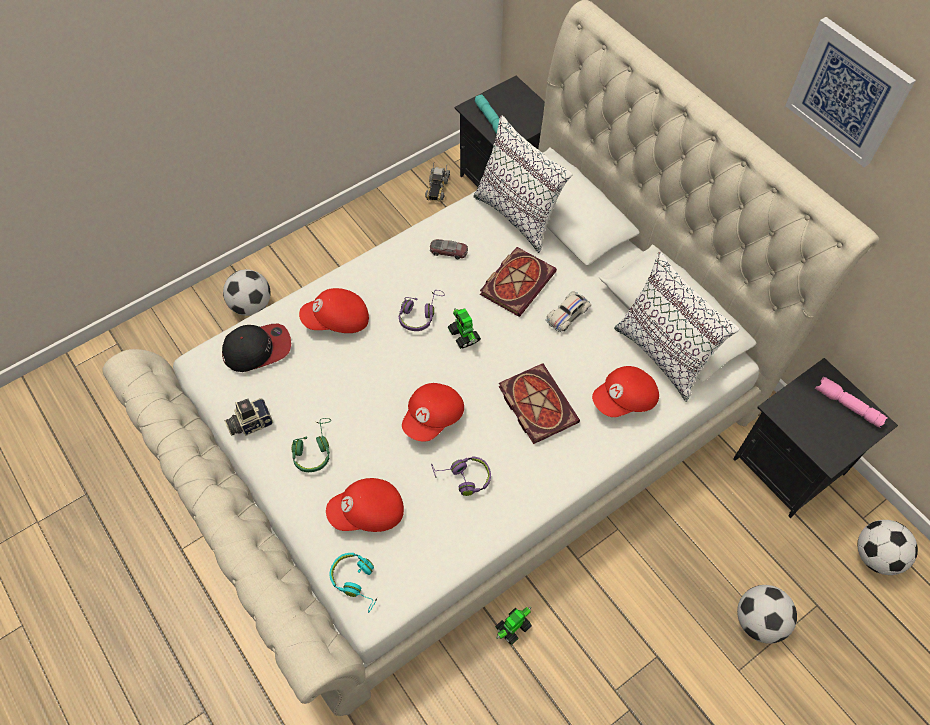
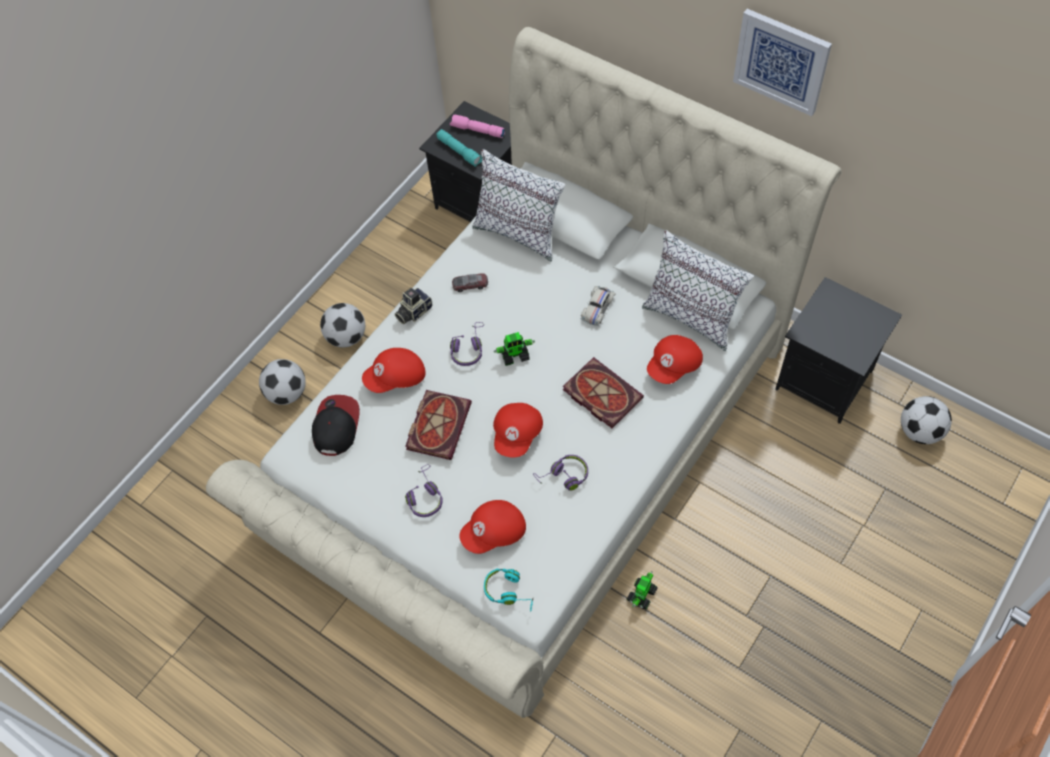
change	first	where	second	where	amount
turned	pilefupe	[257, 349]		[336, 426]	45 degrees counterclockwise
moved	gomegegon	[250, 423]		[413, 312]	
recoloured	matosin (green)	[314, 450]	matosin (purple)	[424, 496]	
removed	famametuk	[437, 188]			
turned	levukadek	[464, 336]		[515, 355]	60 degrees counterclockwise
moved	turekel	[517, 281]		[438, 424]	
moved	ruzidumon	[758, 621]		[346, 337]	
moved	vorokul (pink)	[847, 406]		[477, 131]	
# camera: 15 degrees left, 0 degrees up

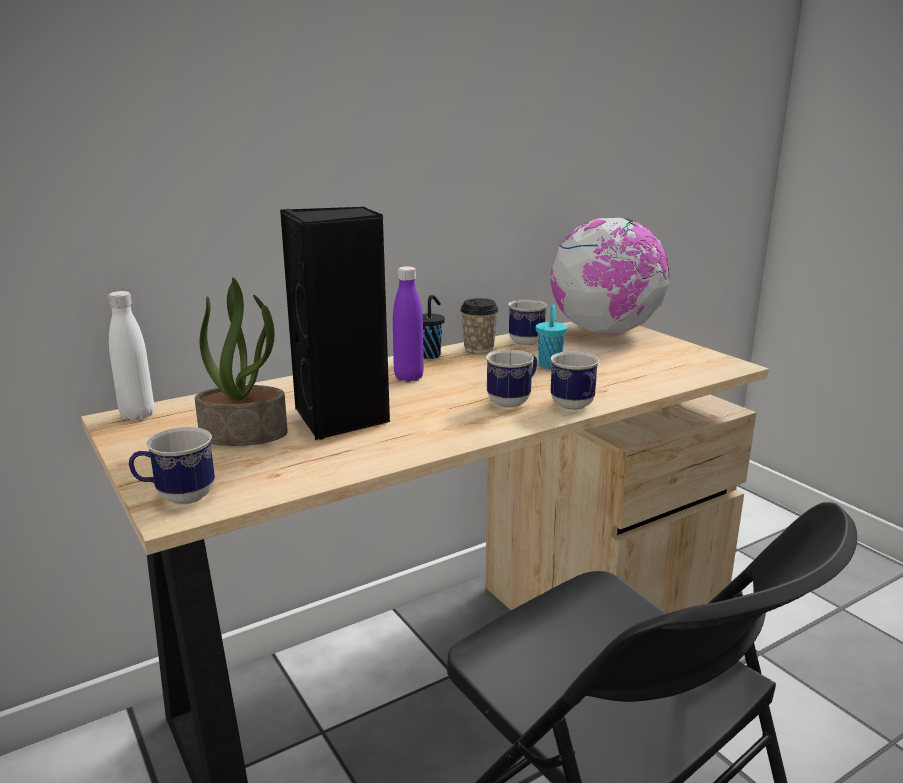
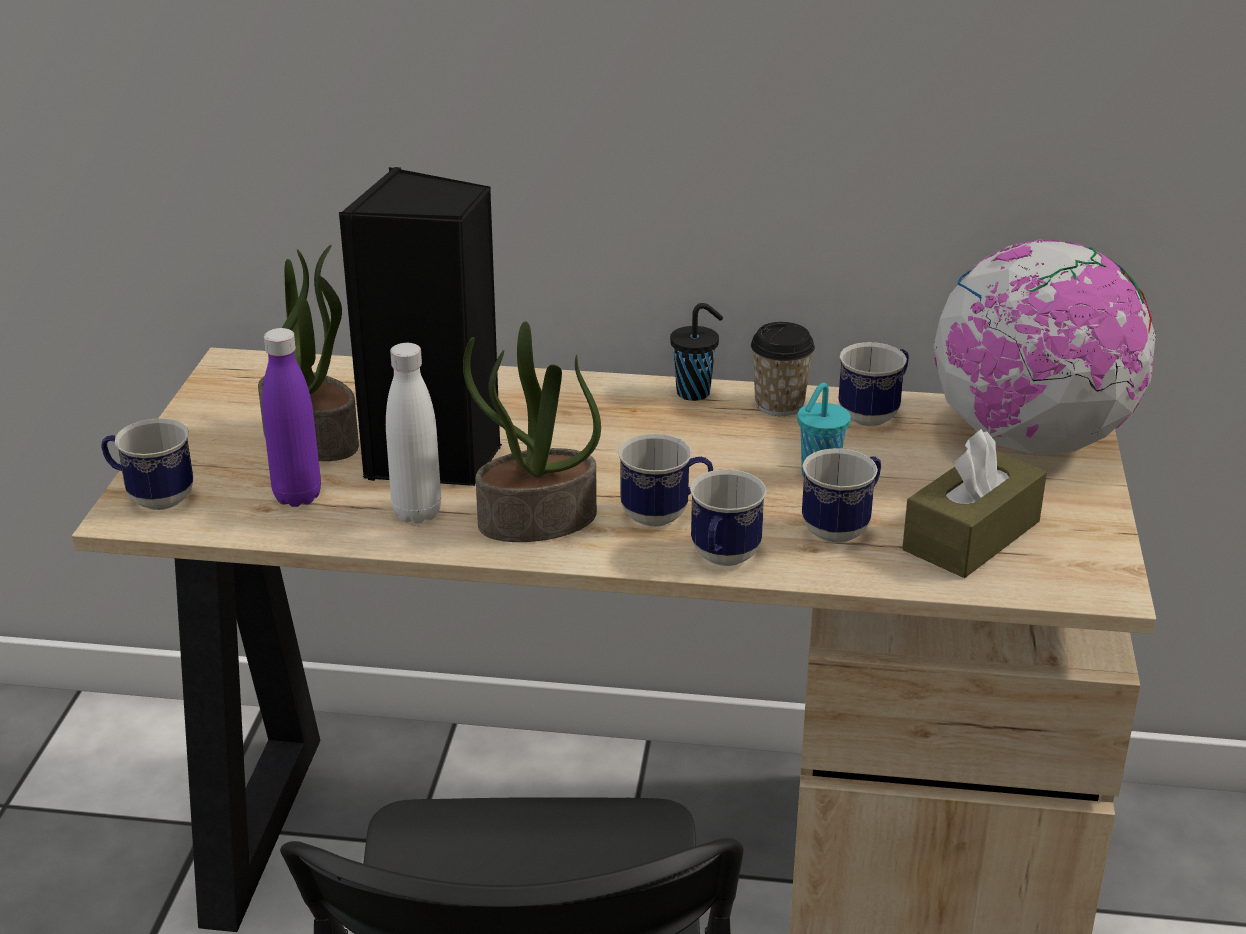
change	first	where	second	where	amount
moved	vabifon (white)	[137, 415]		[417, 513]	
moved	vabifon (purple)	[408, 377]		[297, 496]	
added			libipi	[536, 522]	
added			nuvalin	[842, 527]	
added			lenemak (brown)	[971, 536]	
# camera: 40 degrees right, 10 degrees up

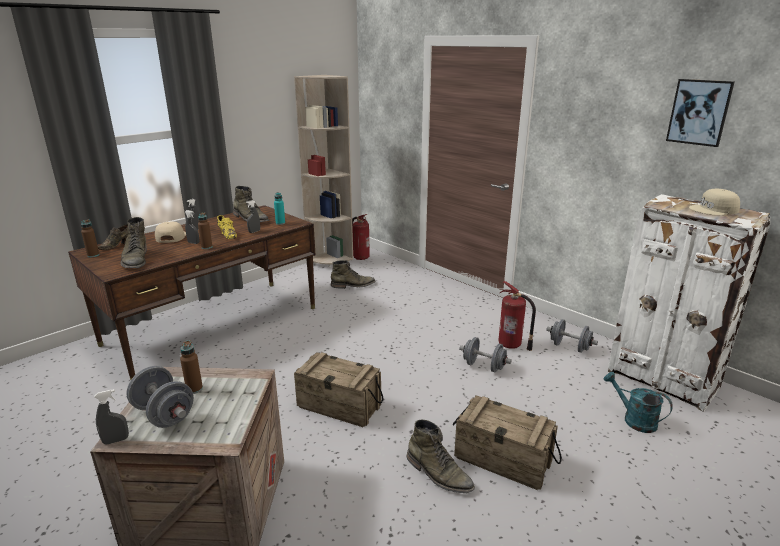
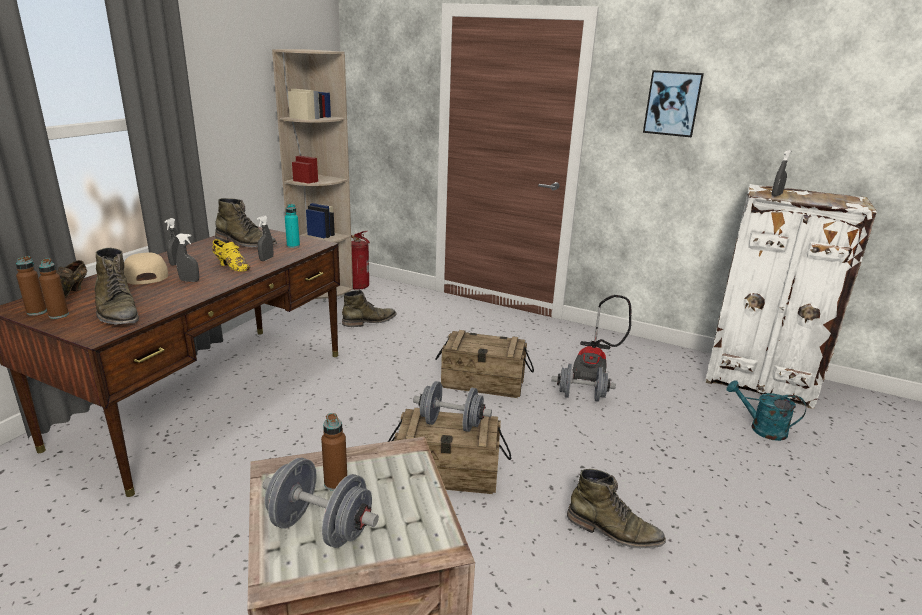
change	first	where	second	where	amount
moved	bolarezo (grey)	[116, 440]		[776, 195]	
moved	vabifon (brown)	[207, 247]		[59, 315]	
moved	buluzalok	[503, 459]		[483, 383]	
replaced	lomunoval	[511, 345]	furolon	[594, 368]	
moved	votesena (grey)	[569, 347]		[451, 424]	
moved	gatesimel	[699, 112]		[672, 103]	
removed	pilefupe (beige)	[714, 210]			
# camera: 20 degrees left, 0 degrees up

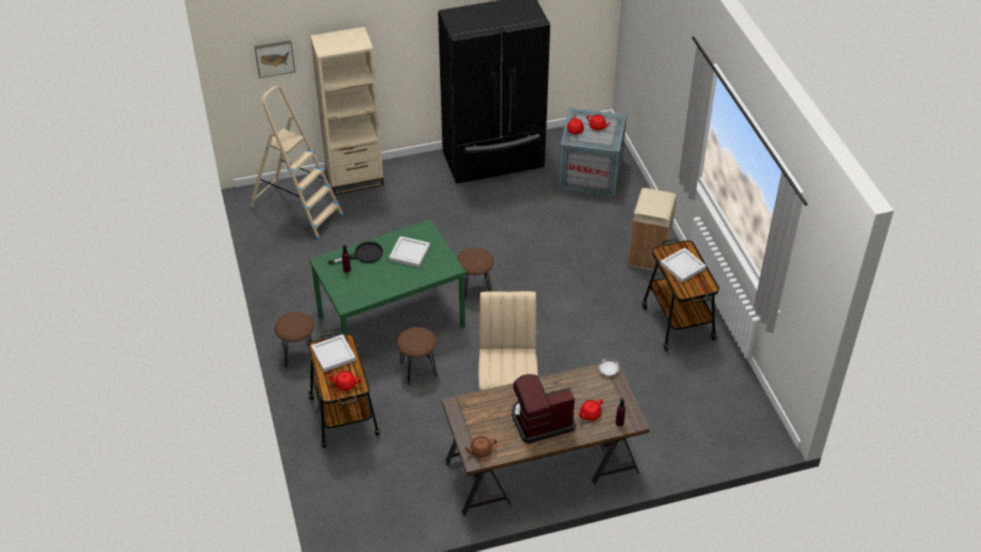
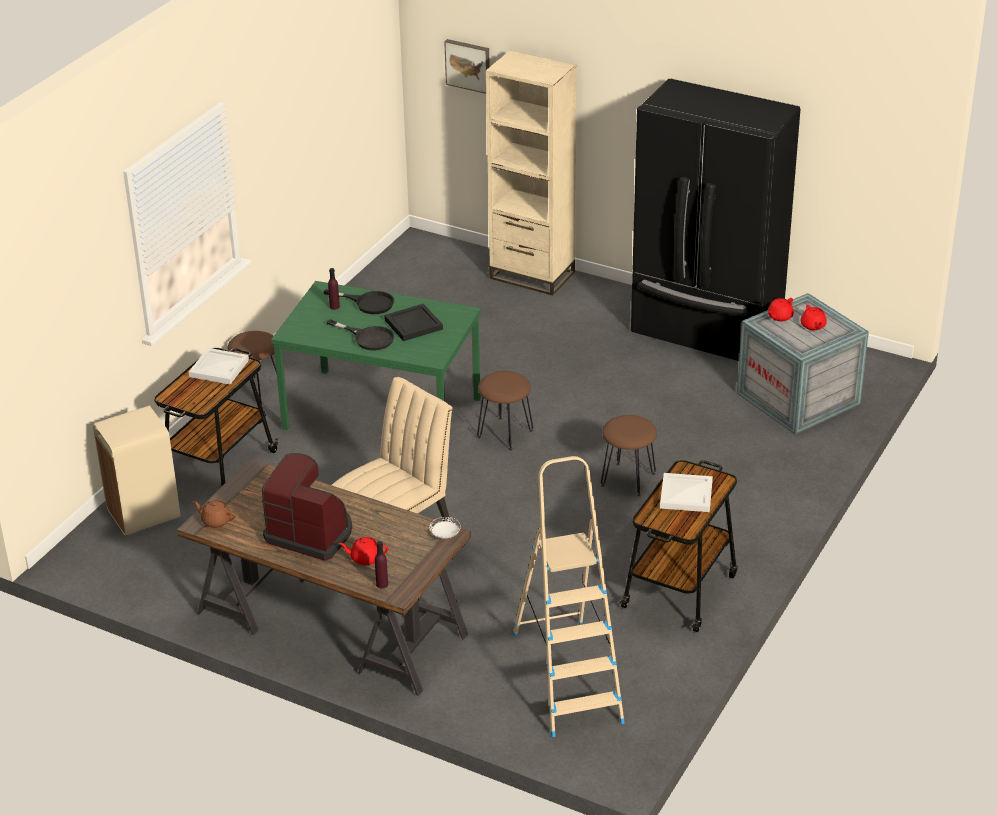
change	first	where	second	where	amount
moved	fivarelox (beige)	[296, 211]		[567, 677]	
removed	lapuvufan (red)	[345, 384]			
recoloured	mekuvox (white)	[410, 253]	mekuvox (black)	[414, 325]	
moved	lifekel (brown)	[418, 370]		[628, 479]	
moved	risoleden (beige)	[649, 255]		[144, 514]	
added			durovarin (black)	[368, 338]	
# camera: 45 degrees right, 10 degrees down

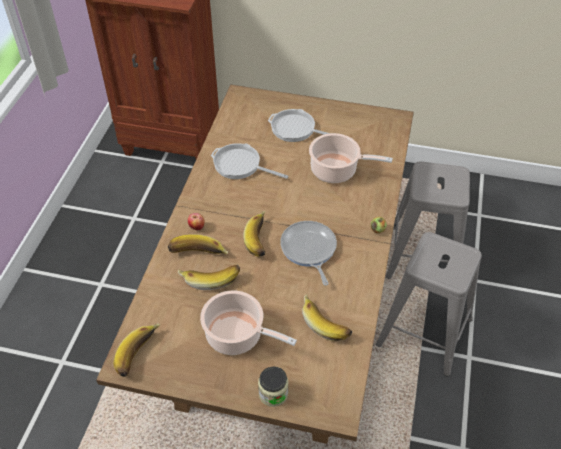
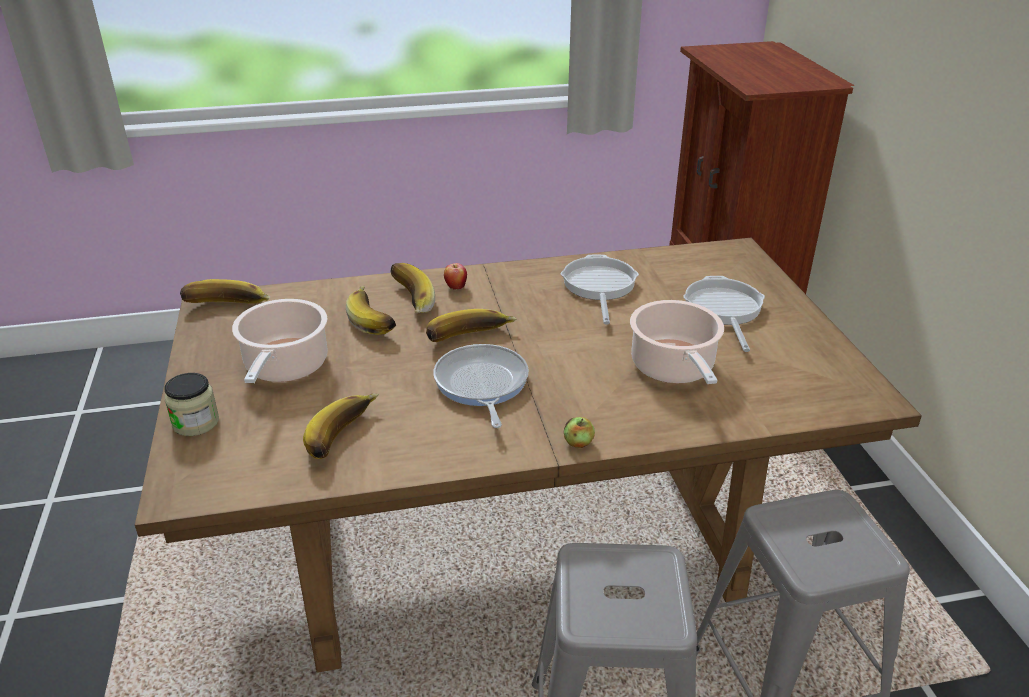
change	first	where	second	where	amount
turned	durovarin	[309, 250]		[481, 385]	60 degrees counterclockwise
# camera: 65 degrees right, 15 degrees down

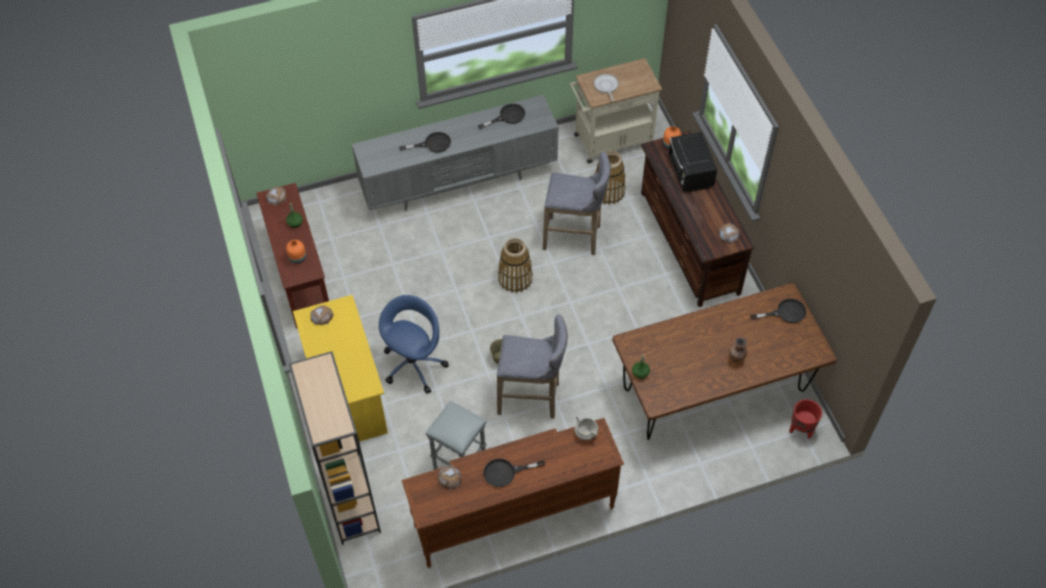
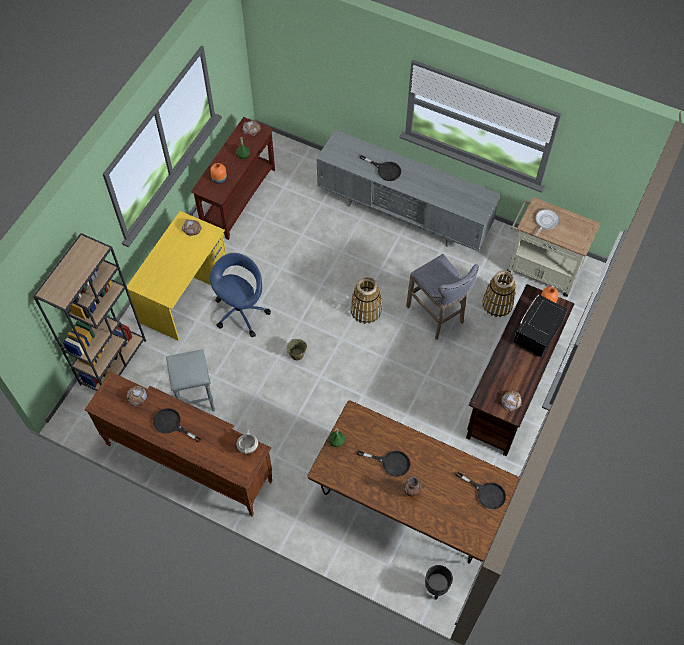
change	first	where	second	where	amount
turned	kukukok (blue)	[414, 364]		[241, 312]	45 degrees counterclockwise
moved	durovarin (black)	[507, 116]		[390, 462]	
removed	lifekel (grey)	[532, 398]			
recoloured	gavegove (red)	[801, 430]	gavegove (black)	[436, 588]	
# camera: 45 degrees right, 5 degrees up

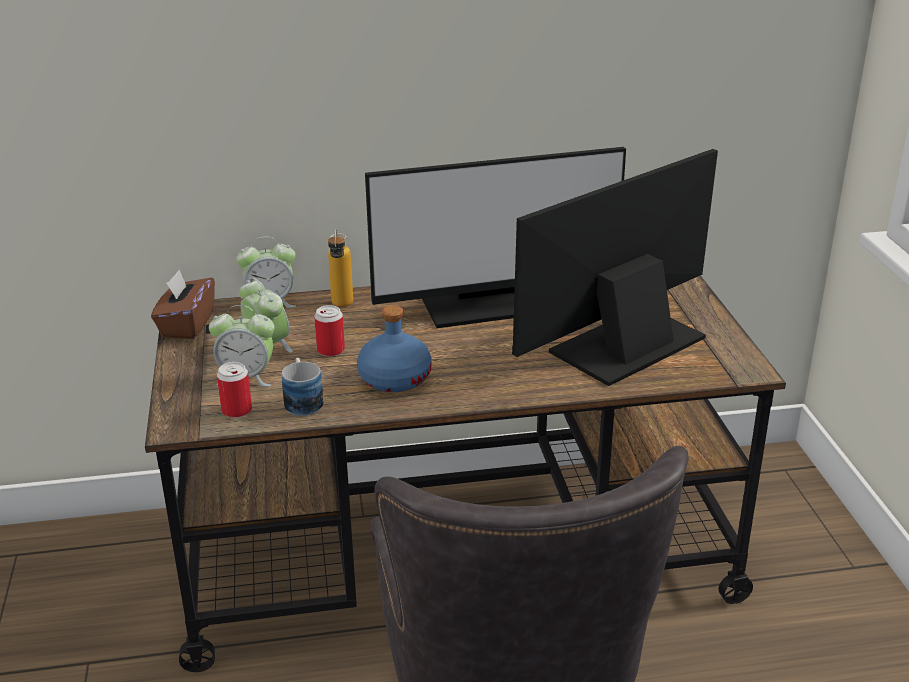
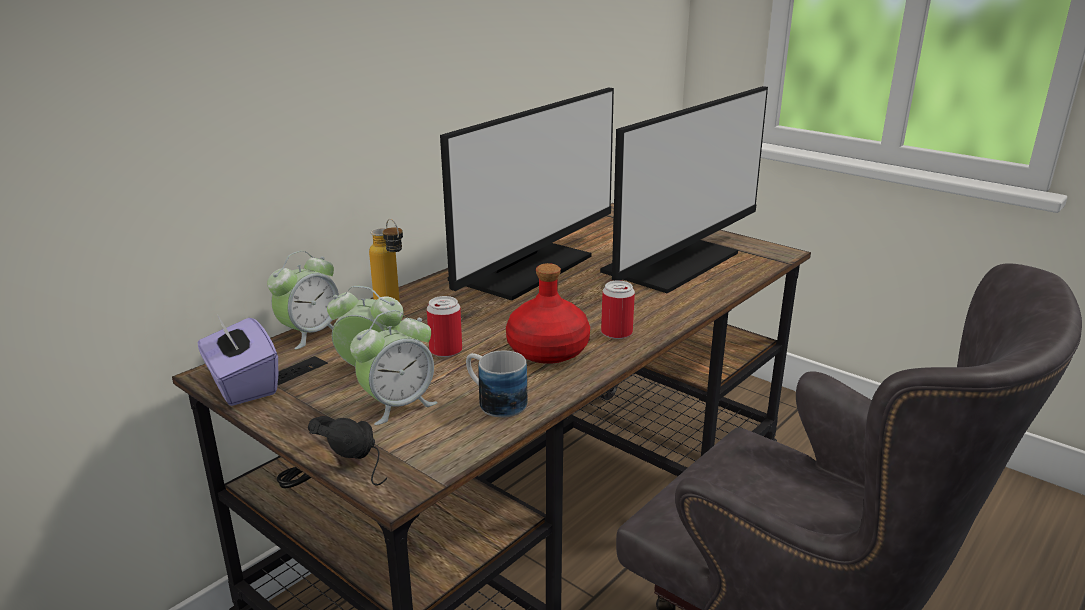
change	first	where	second	where	amount
recoloured	lenemak (brown)	[186, 325]	lenemak (purple)	[242, 385]	
moved	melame	[237, 410]		[616, 333]	
recoloured	vabifon (blue)	[394, 379]	vabifon (red)	[546, 350]	
turned	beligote	[625, 344]		[673, 263]	150 degrees counterclockwise
added			matosin (black)	[362, 460]	
# camera: 40 degrees left, 5 degrees down

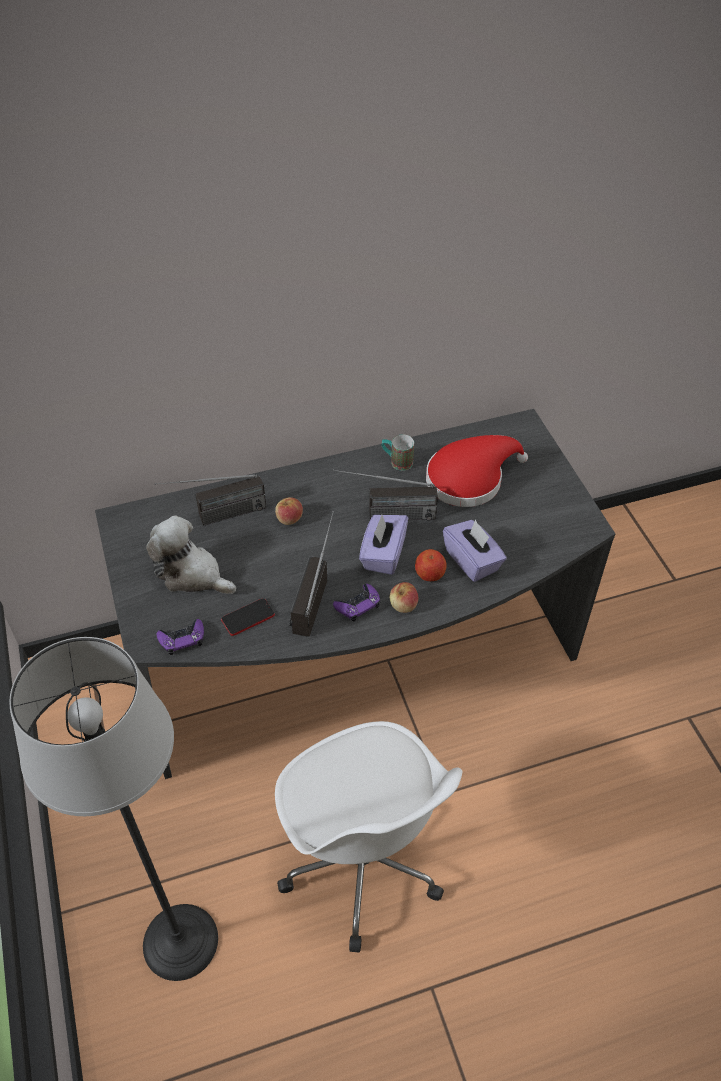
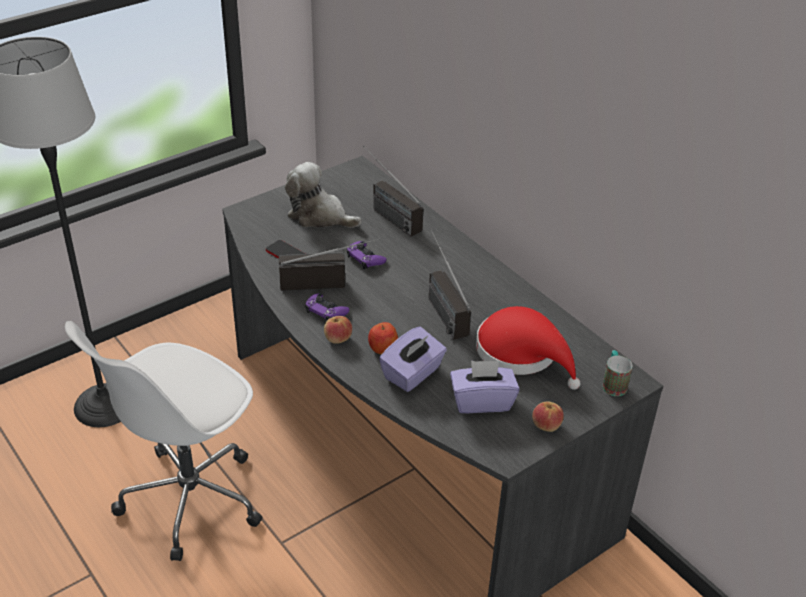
change	first	where	second	where	amount
turned	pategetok	[191, 574]		[319, 216]	75 degrees counterclockwise
moved	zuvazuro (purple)	[182, 639]		[365, 258]	
moved	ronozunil	[289, 519]		[546, 425]	
moved	lenemak (purple)	[383, 555]		[482, 401]	
moved	nuvalin	[397, 461]		[613, 383]	
# camera: 70 degrees right, 10 degrees down

